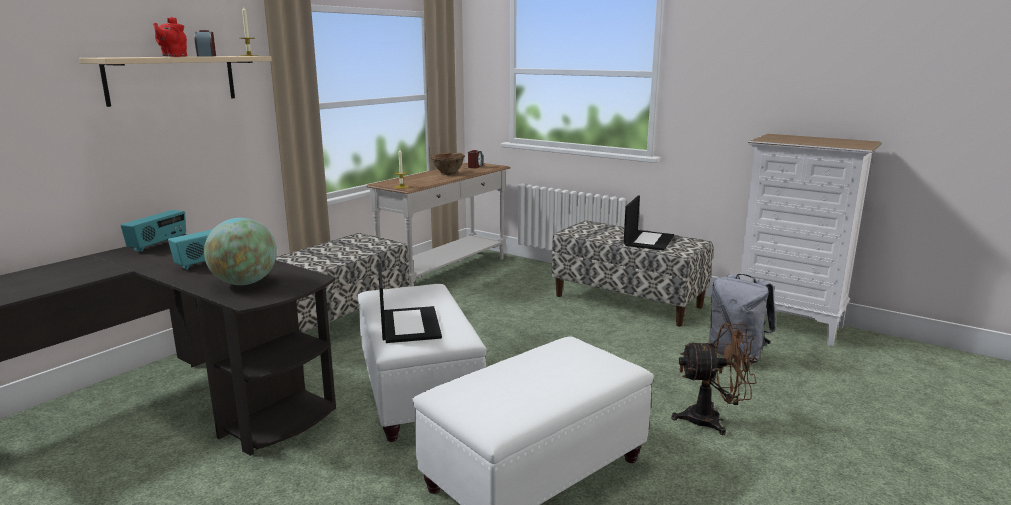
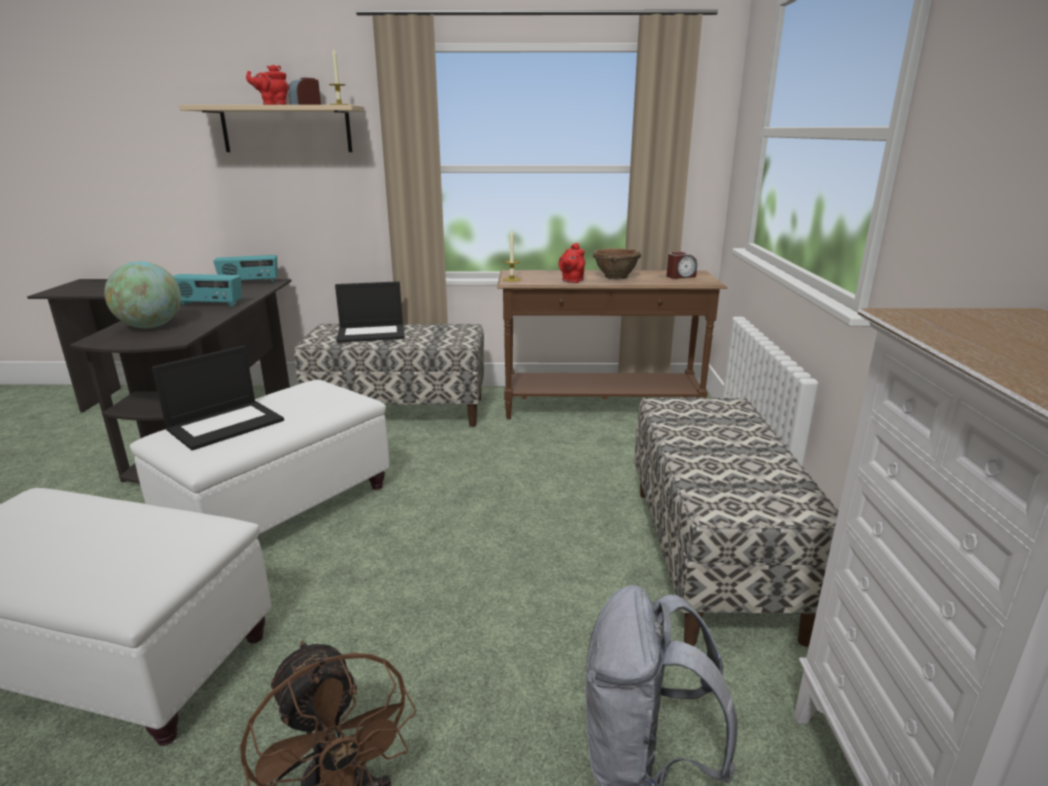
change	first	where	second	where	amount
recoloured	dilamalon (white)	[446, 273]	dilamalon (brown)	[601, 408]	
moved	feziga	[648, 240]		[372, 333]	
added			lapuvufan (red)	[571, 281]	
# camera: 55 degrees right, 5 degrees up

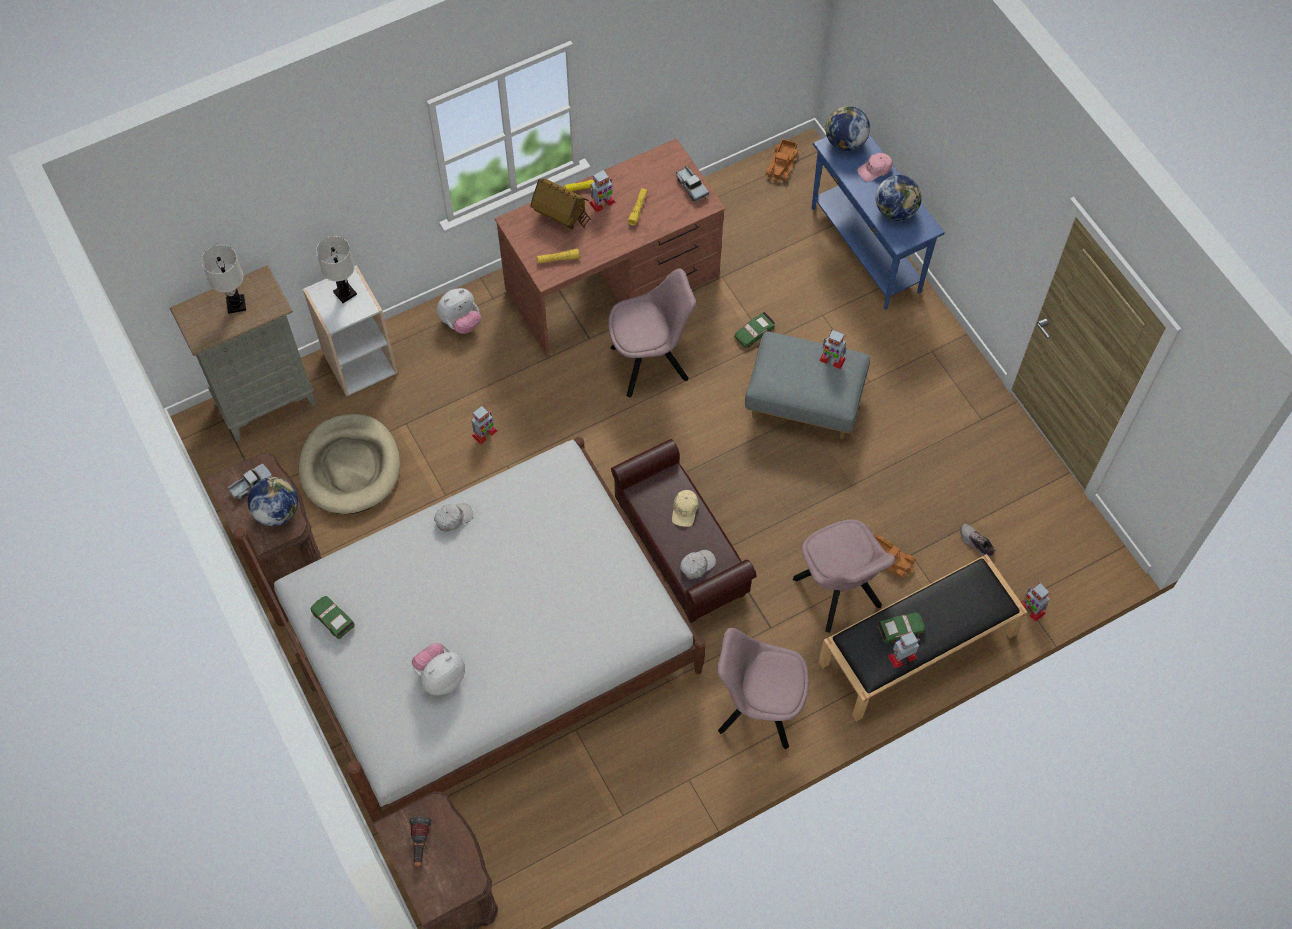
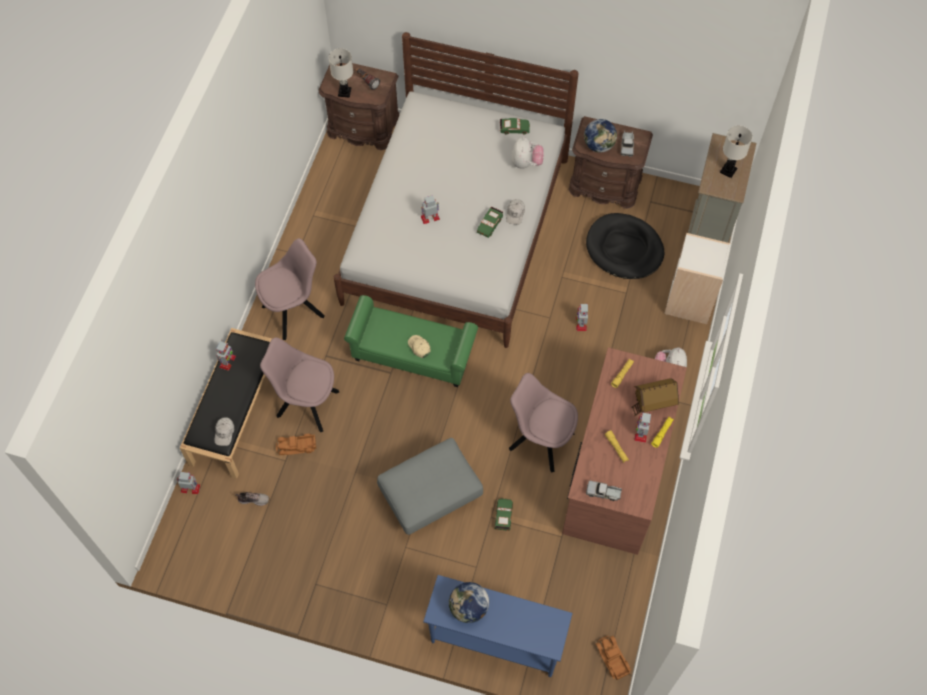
change	first	where	second	where	amount
recoloured	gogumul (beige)	[350, 467]	gogumul (black)	[624, 249]	
moved	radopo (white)	[345, 293]		[344, 92]	
moved	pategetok	[440, 677]		[526, 163]	
turned	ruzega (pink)	[650, 364]		[540, 441]	90 degrees clockwise
recoloured	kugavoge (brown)	[681, 549]	kugavoge (green)	[413, 354]	
moved	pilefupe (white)	[697, 565]		[224, 433]	
moved	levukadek	[832, 359]		[430, 217]	
removed	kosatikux	[845, 142]			
removed	pilefupe (pink)	[874, 170]			
moved	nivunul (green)	[900, 629]		[489, 225]	
# camera: 135 degrees right, 0 degrees up

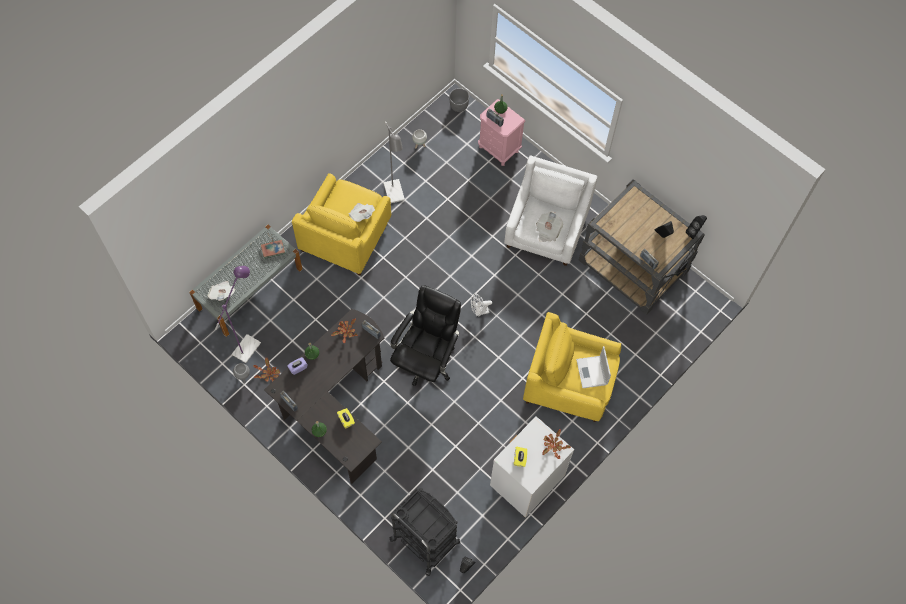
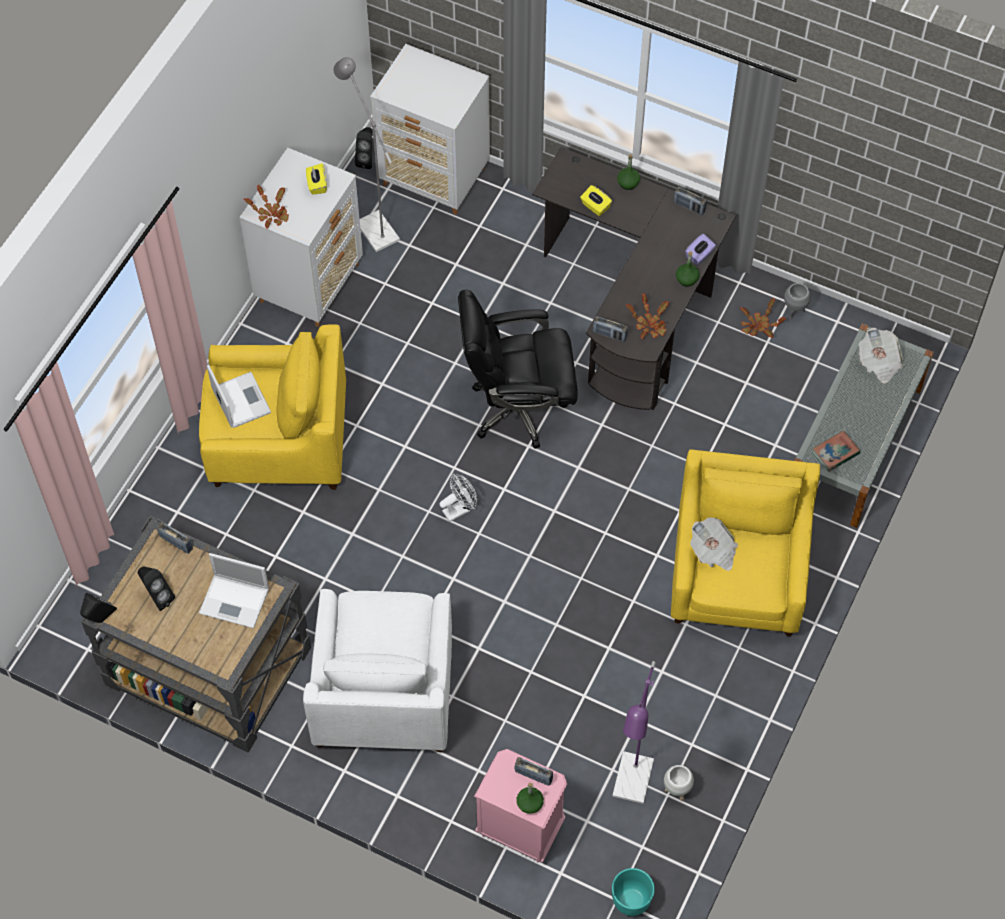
change	first	where	second	where	amount
moved	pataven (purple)	[249, 344]		[631, 787]	
moved	pataven (grey)	[395, 196]		[373, 225]	
replaced	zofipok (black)	[425, 540]	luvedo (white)	[434, 177]	
turned	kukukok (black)	[426, 361]		[519, 408]	75 degrees clockwise
recoloured	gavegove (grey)	[459, 106]	gavegove (turquoise)	[630, 900]	
removed	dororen	[547, 231]			
added			feziga	[235, 601]	
# camera: 165 degrees right, 5 degrees down

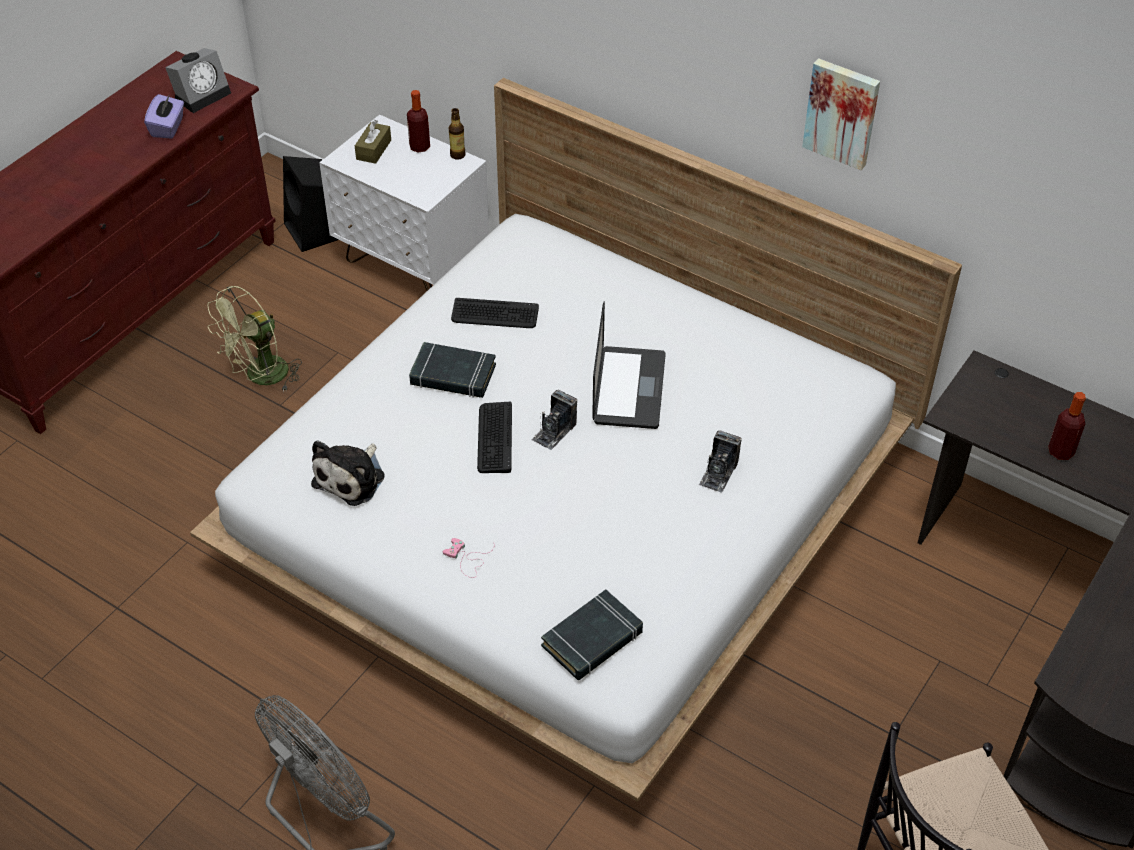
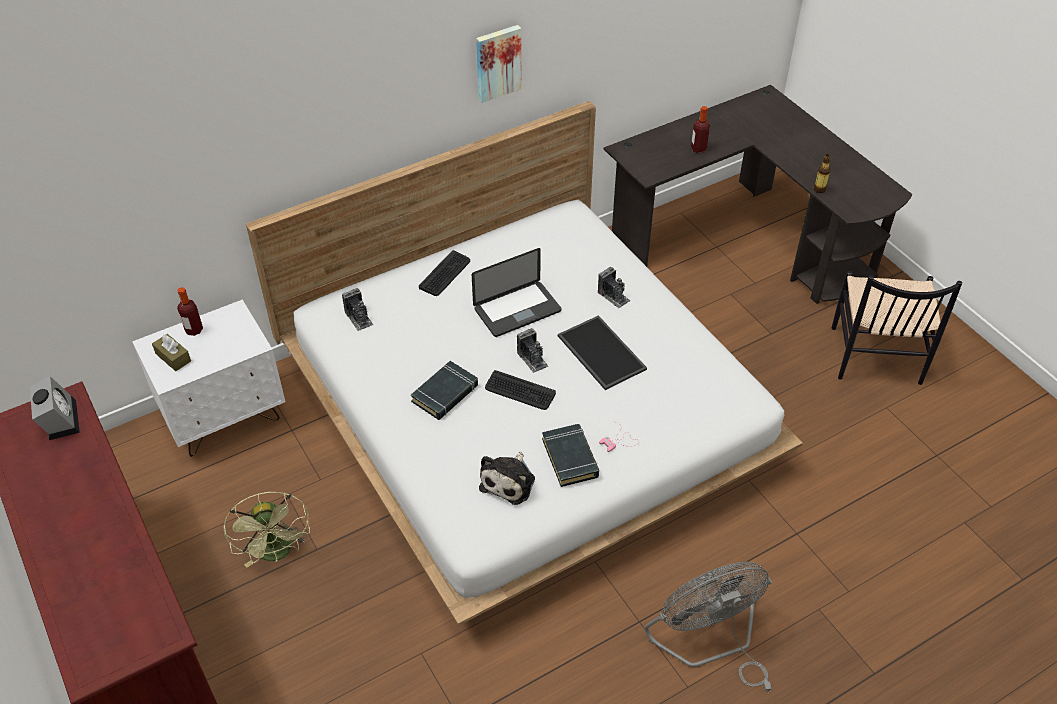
change	first	where	second	where	amount
removed	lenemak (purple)	[168, 127]			
removed	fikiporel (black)	[316, 231]			
turned	pategetok	[352, 478]		[509, 481]	60 degrees clockwise
moved	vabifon	[457, 155]		[819, 189]	
moved	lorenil	[495, 314]		[445, 274]	
moved	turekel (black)	[592, 639]		[570, 458]	
turned	feziga	[629, 389]		[517, 310]	120 degrees clockwise
added			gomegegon	[359, 318]	
added			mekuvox	[599, 352]	
# camera: 65 degrees left, 0 degrees up

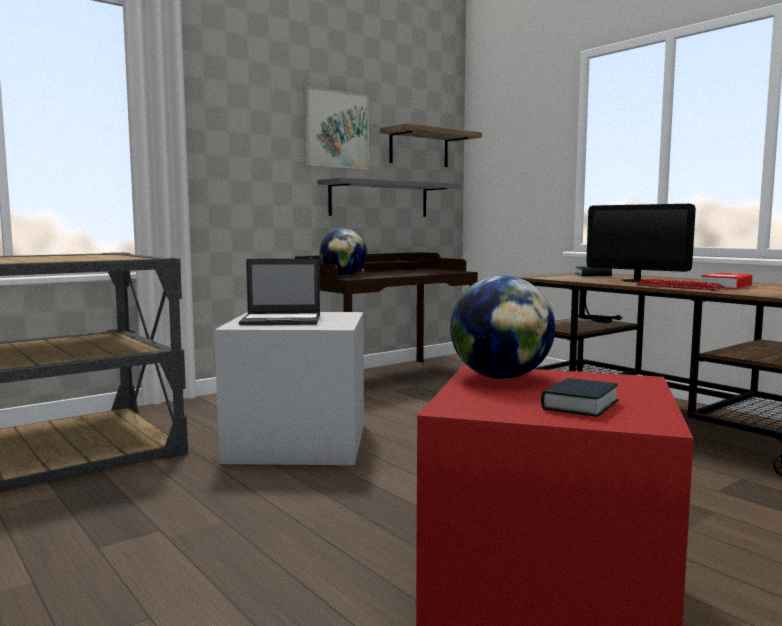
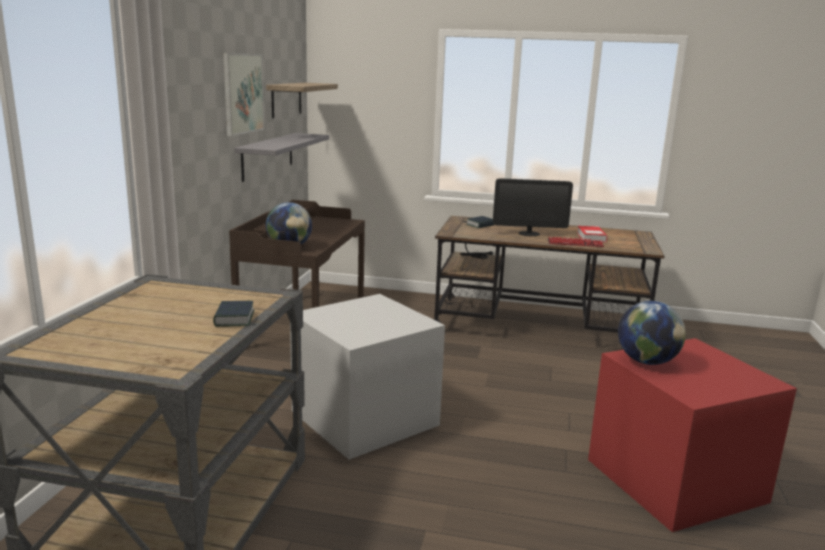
change	first	where	second	where	amount
removed	feziga	[282, 320]			
moved	turekel	[579, 405]		[234, 318]	
# camera: 40 degrees left, 10 degrees up

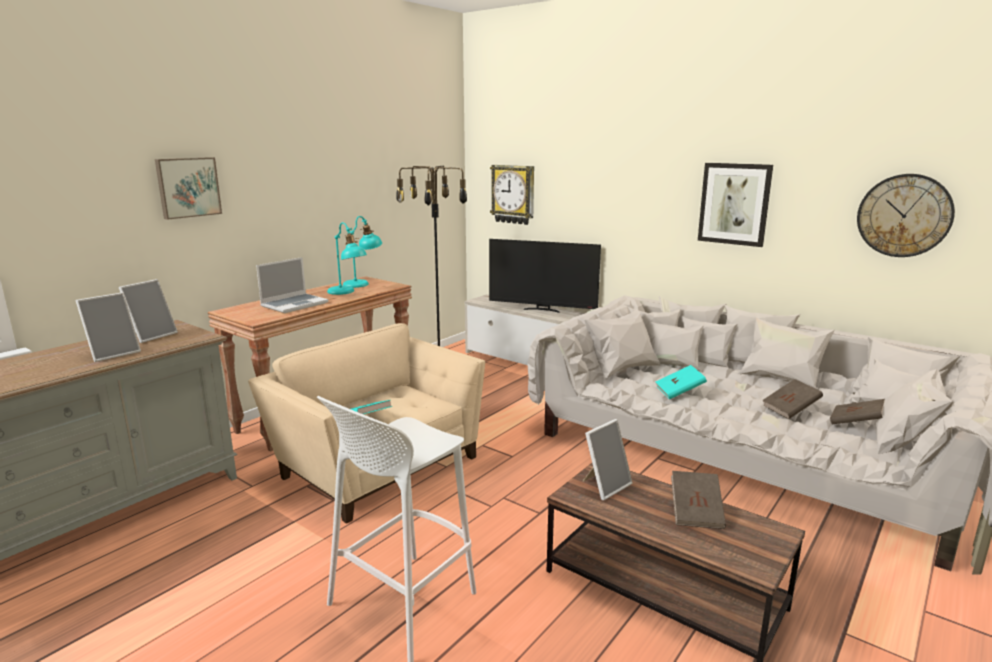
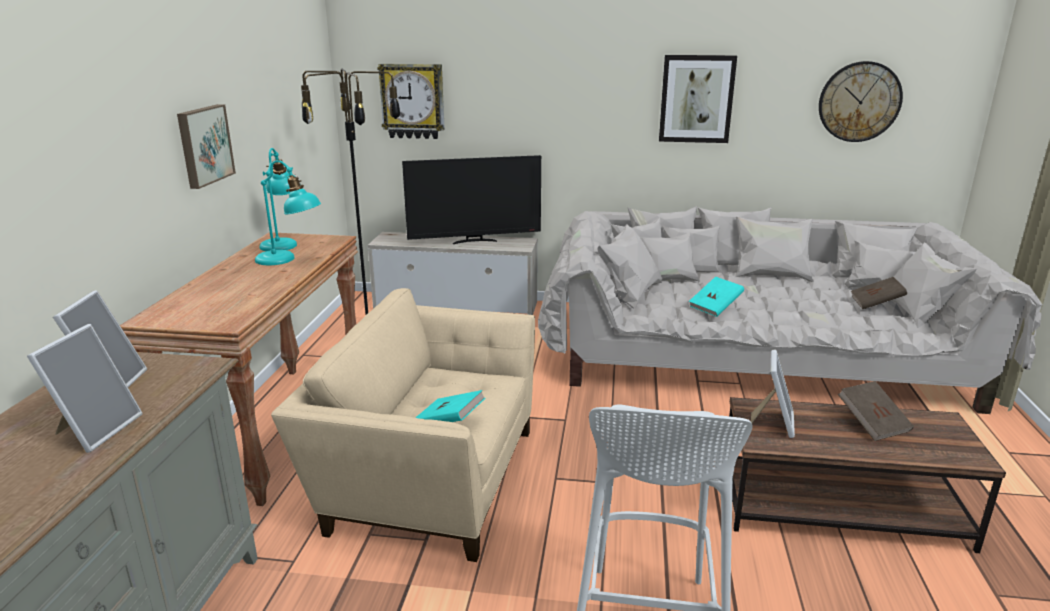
change	first	where	second	where	amount
moved	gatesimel	[188, 187]		[204, 145]	
removed	feziga	[295, 304]			
removed	turekel (brown)	[790, 409]			
# camera: 30 degrees left, 5 degrees up

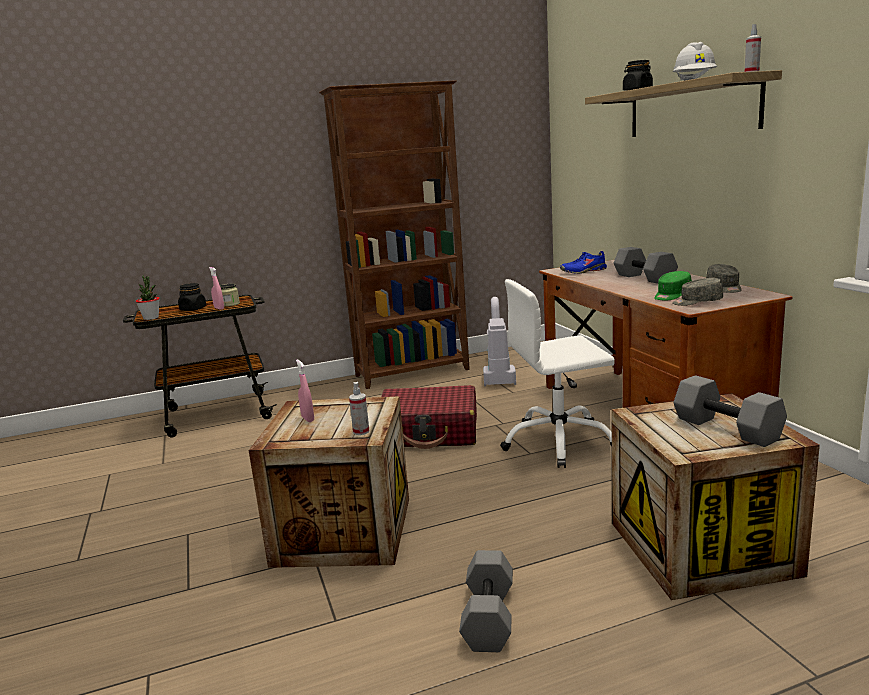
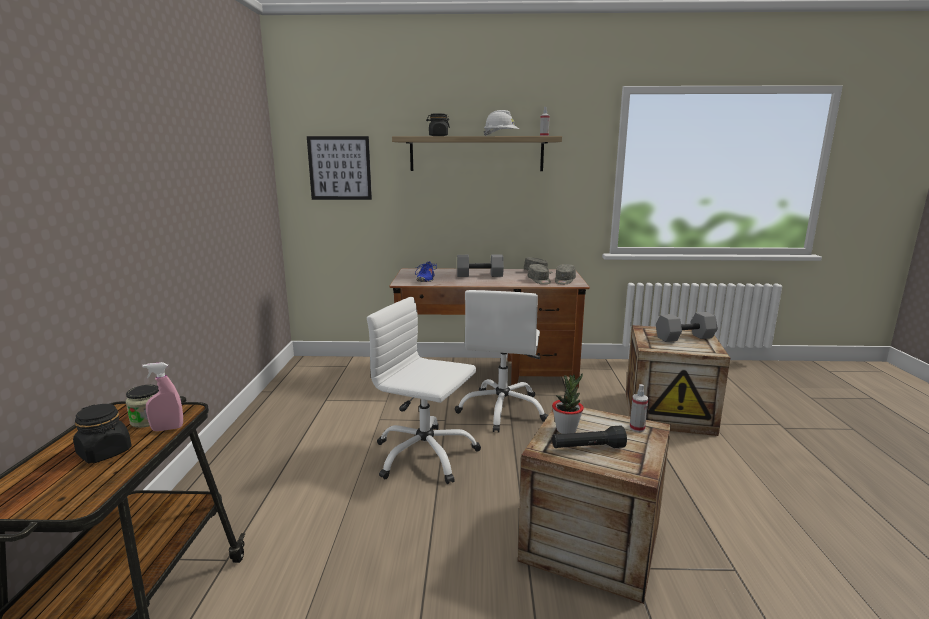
change	first	where	second	where	amount
moved	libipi	[151, 318]		[566, 430]	
replaced	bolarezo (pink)	[307, 418]	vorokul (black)	[587, 448]	
removed	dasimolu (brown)	[413, 373]			
replaced	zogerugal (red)	[429, 432]	kukukok (white)	[424, 455]	
removed	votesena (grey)	[490, 618]			
removed	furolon	[498, 374]			
recoloured	pilefupe (green)	[671, 296]	pilefupe (grey)	[539, 281]	
added			gatesimel	[339, 168]	
# camera: 70 degrees left, 0 degrees up

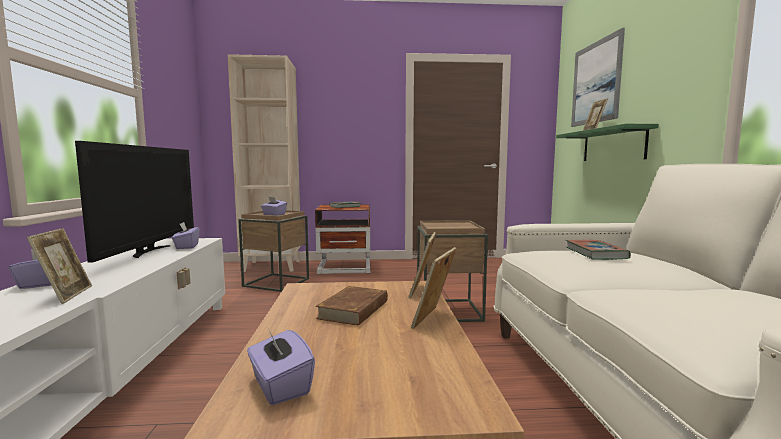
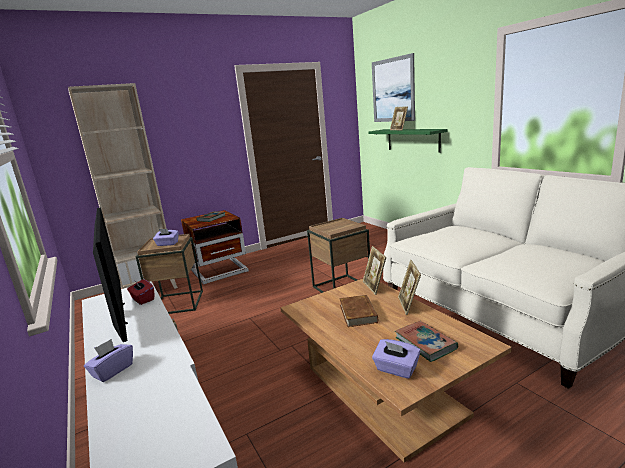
change	first	where	second	where	amount
removed	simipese	[66, 295]			
recoloured	lenemak (purple)	[186, 246]	lenemak (red)	[142, 299]	
moved	turekel	[595, 253]		[425, 343]	
# camera: 25 degrees left, 10 degrees up

